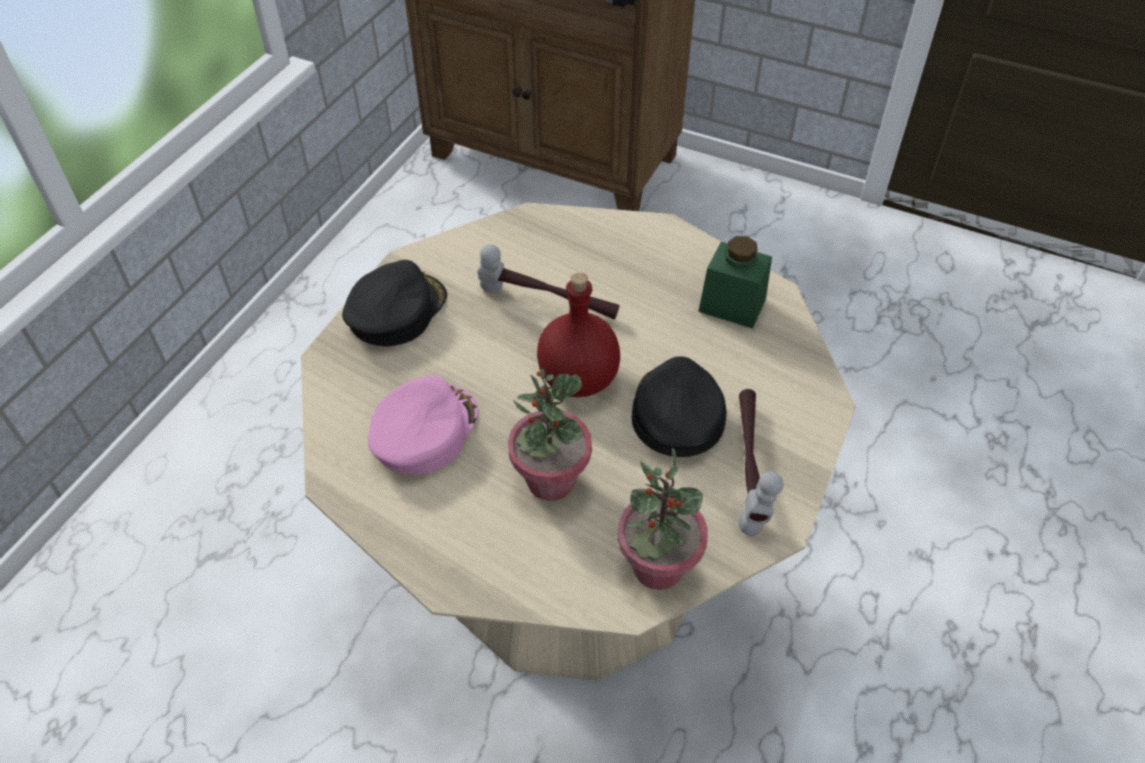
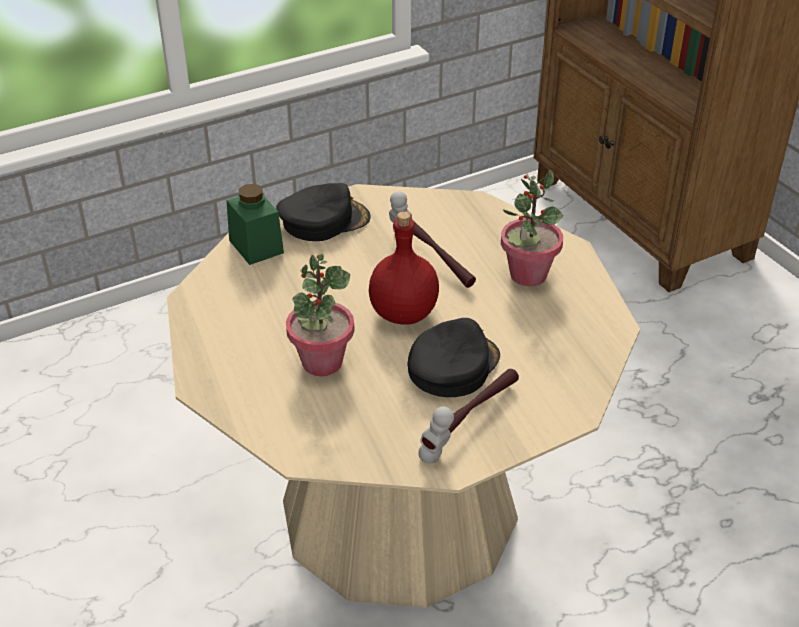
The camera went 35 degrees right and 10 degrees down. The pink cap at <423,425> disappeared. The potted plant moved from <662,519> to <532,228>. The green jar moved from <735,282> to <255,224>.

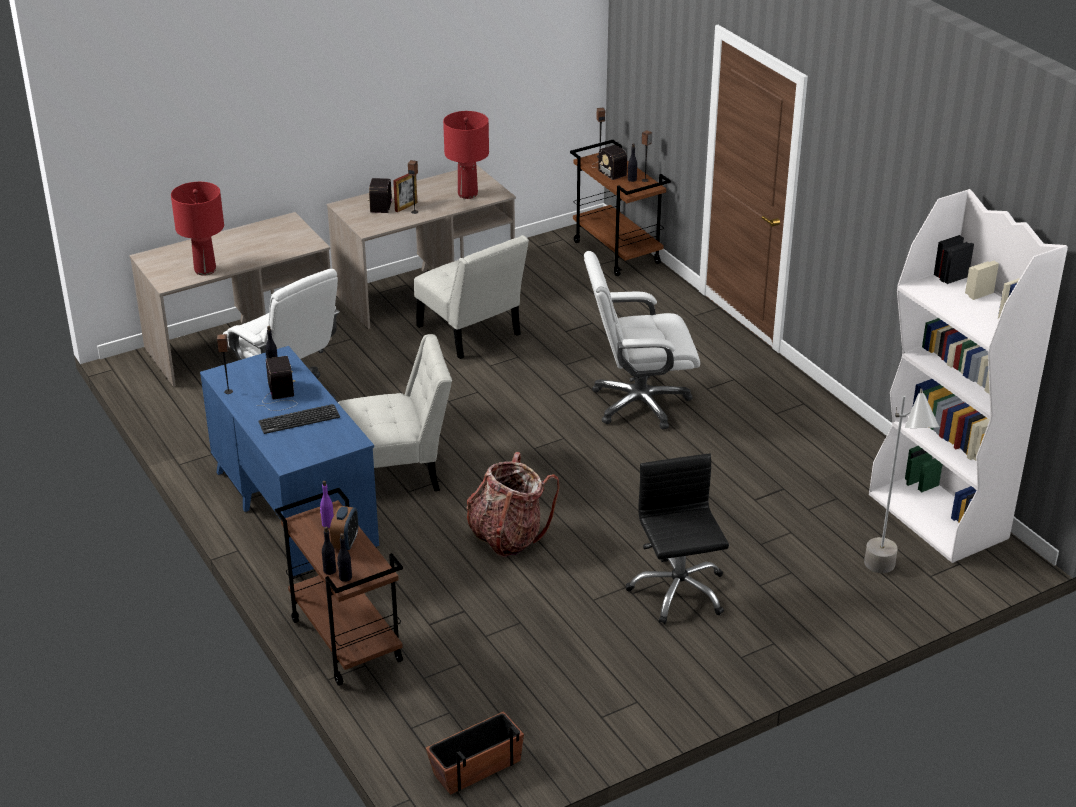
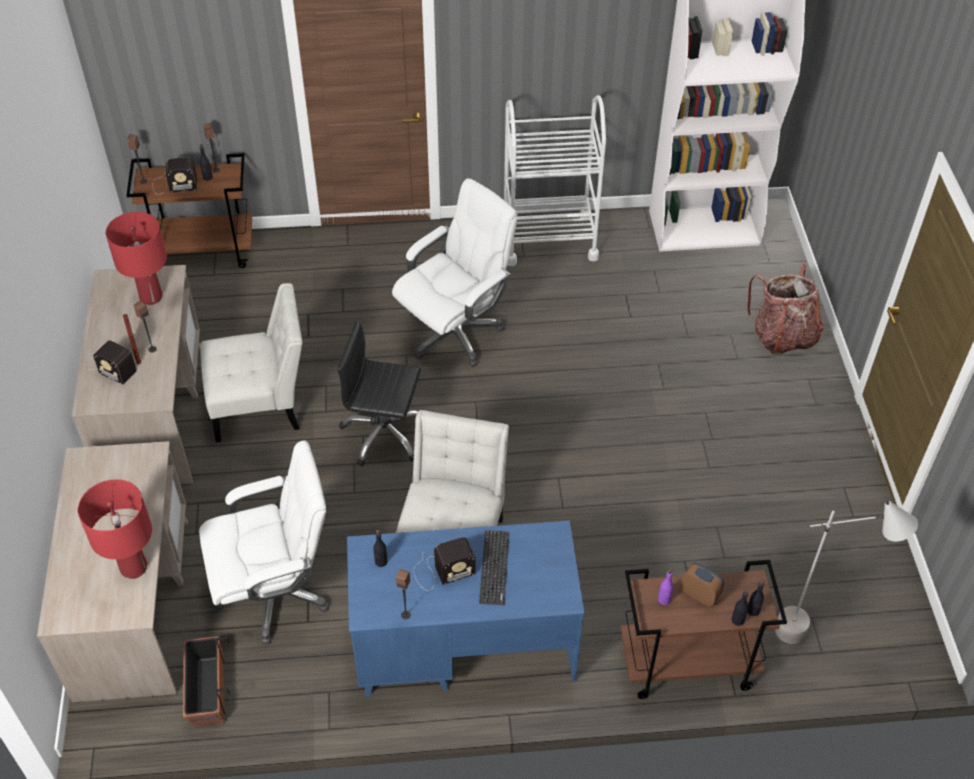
The camera went 65 degrees left and 15 degrees up. The white cart at <555,180> appeared. The planter moved from <475,753> to <206,681>. The backpack moved from <513,504> to <785,310>. The black office chair moved from <677,539> to <379,393>. The grey floor lamp moved from <901,480> to <846,571>. The radio at <276,383> turned 150 degrees clockwise. The white office chair at <642,340> turned 150 degrees counterclockwise.

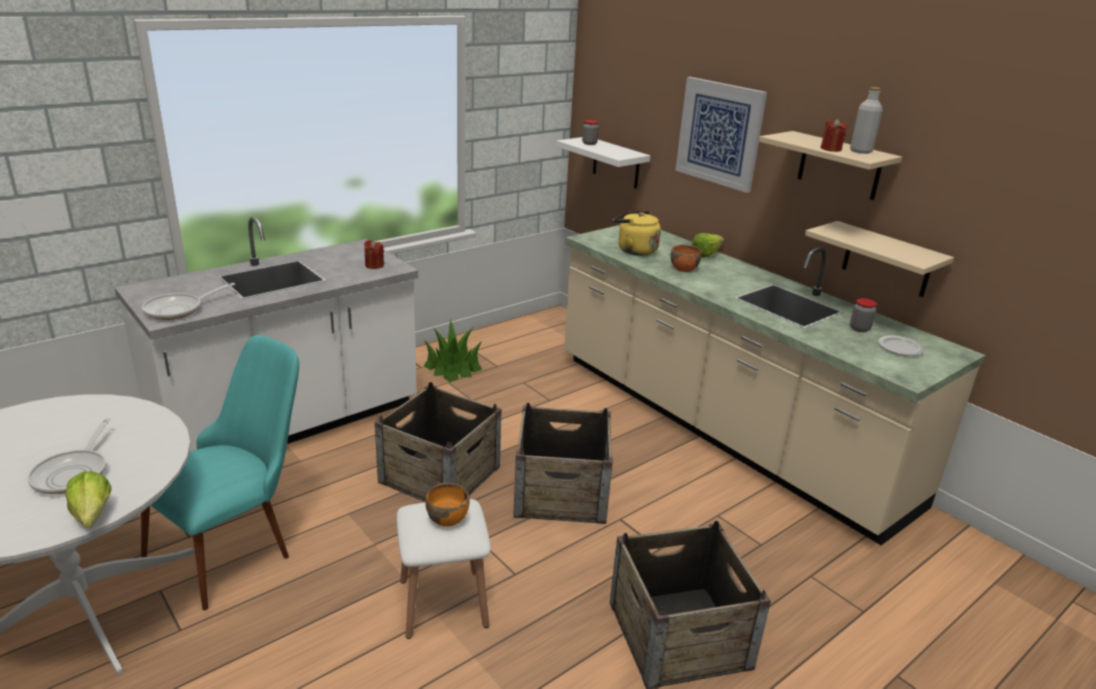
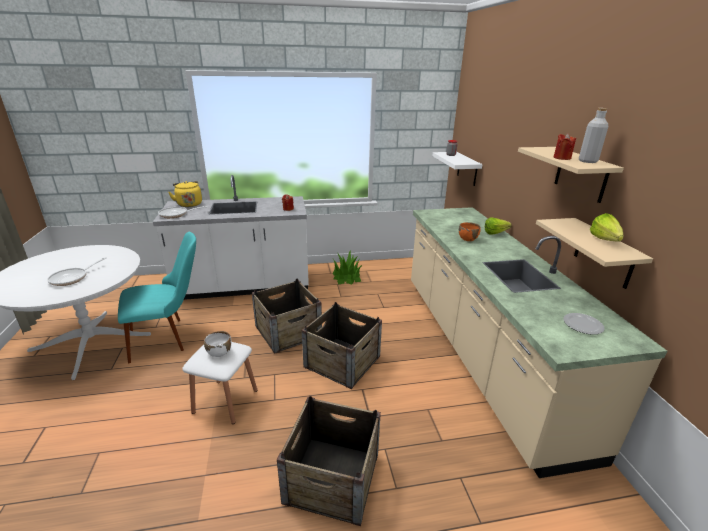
The camera went 30 degrees right and 0 degrees up. The picture at <721,135> disappeared. The jar at <863,315> disappeared. The lettuce moved from <88,499> to <607,227>. The yellow kettle moved from <637,233> to <185,194>. The orange bowl at <448,505> became the white bowl at <217,344>.

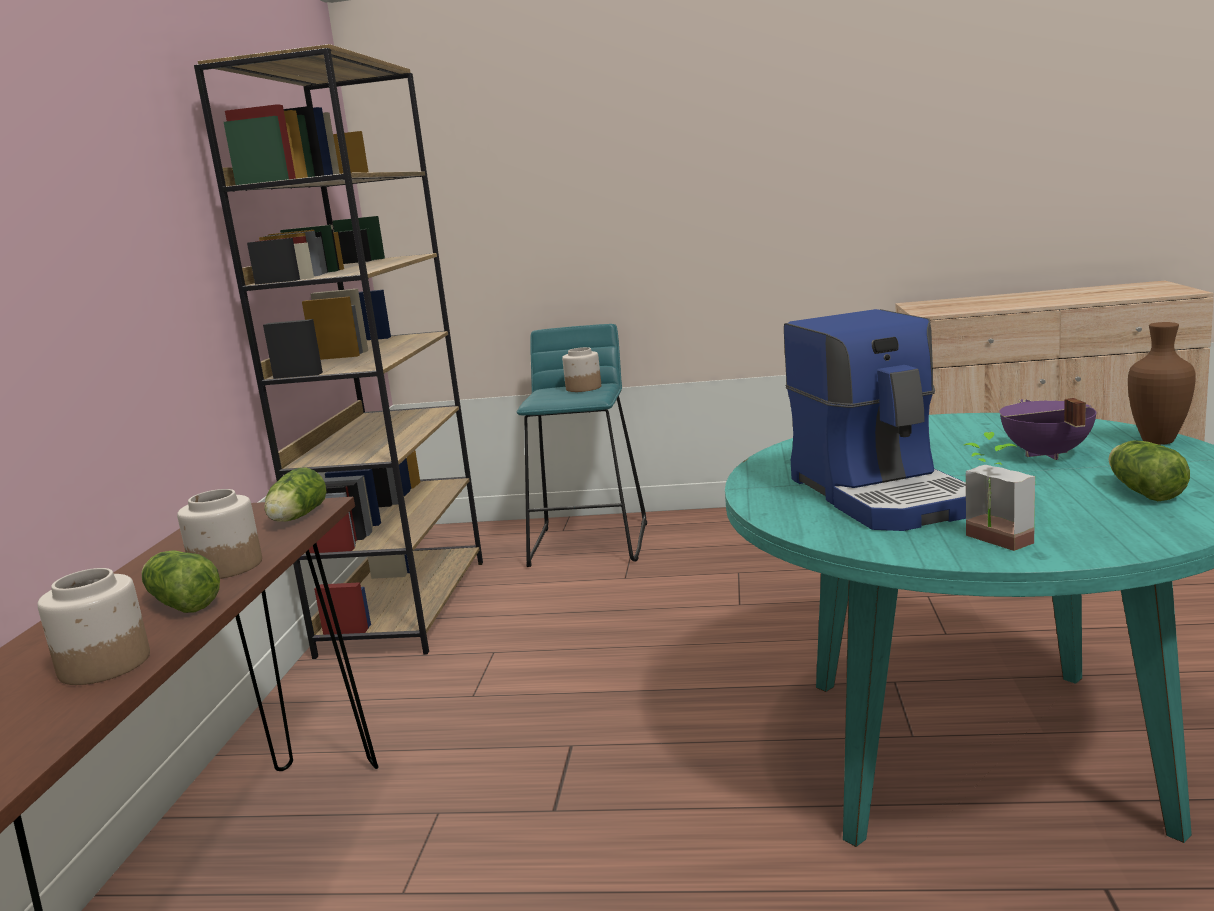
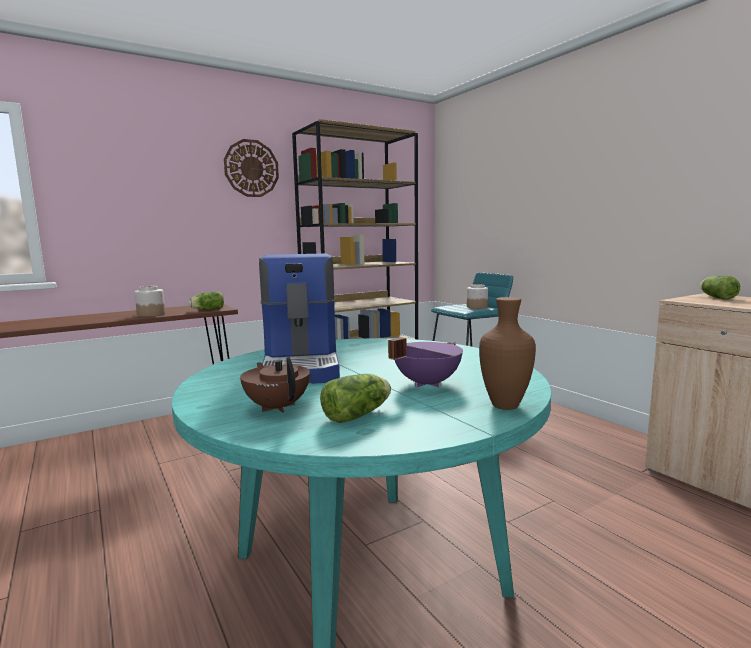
The camera went 50 degrees right and 5 degrees down. The jar at <93,626> disappeared. The potted plant at <999,491> disappeared. The wall clock at <251,168> appeared. The brown teapot at <275,385> appeared. The lettuce moved from <181,581> to <720,287>. The coffee machine at <875,420> turned 45 degrees counterclockwise.

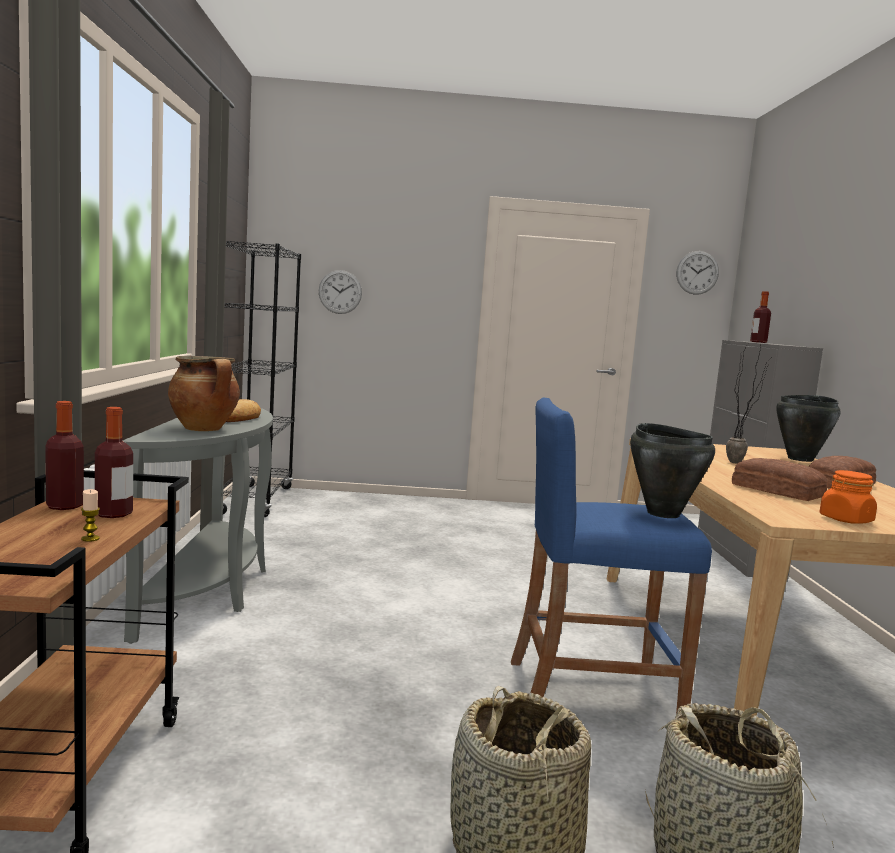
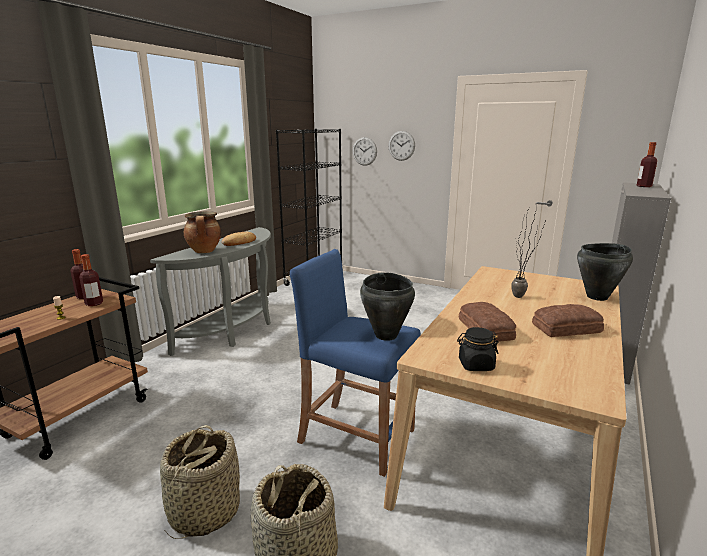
The camera went 30 degrees right and 10 degrees up. The wall clock moved from <697,273> to <402,146>. The orange jar at <848,497> became the black jar at <478,349>.

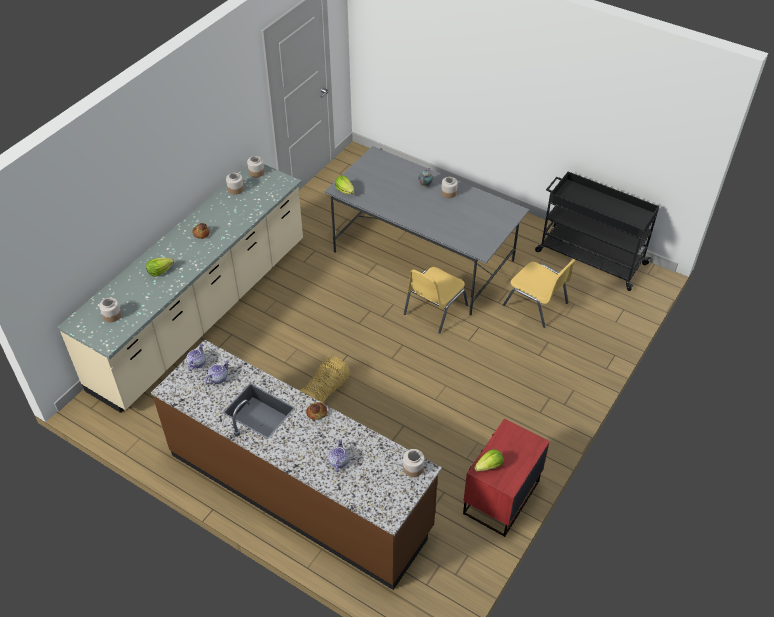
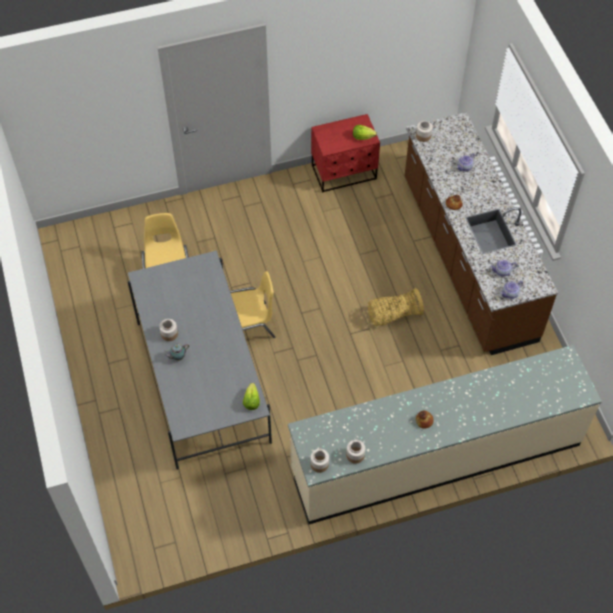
The camera went 140 degrees left and 10 degrees up. The jar at <110,310> disappeared. The lettuce at <160,267> disappeared. The black cart at <597,231> disappeared.

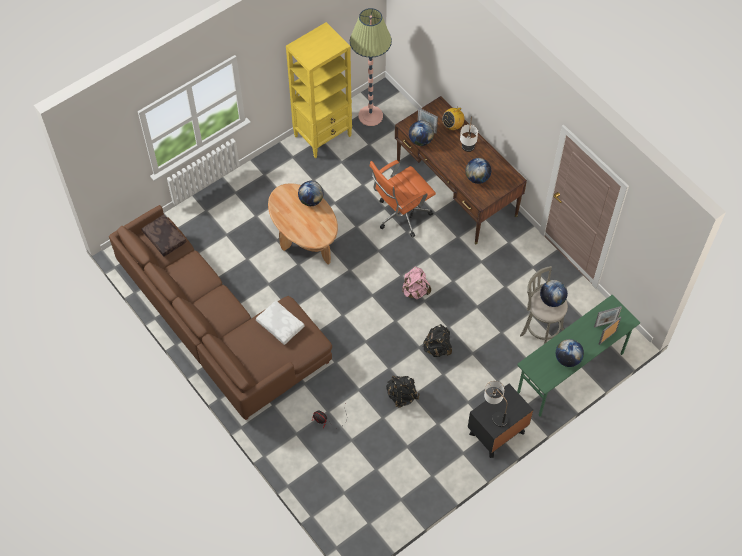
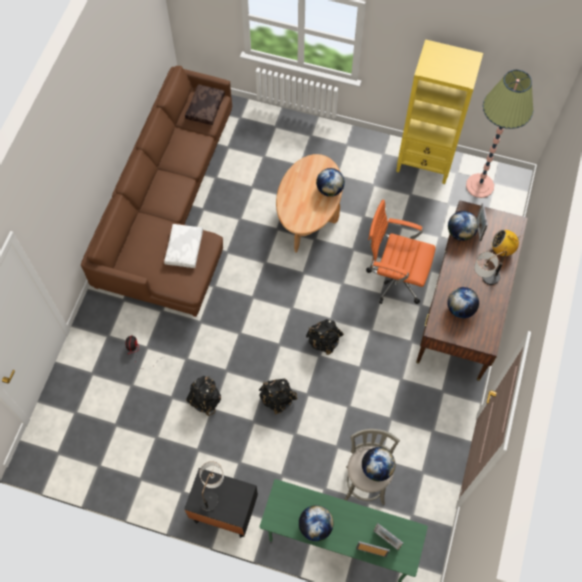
The camera went 55 degrees right and 5 degrees up. The pink backpack at <416,282> became the black backpack at <325,337>.

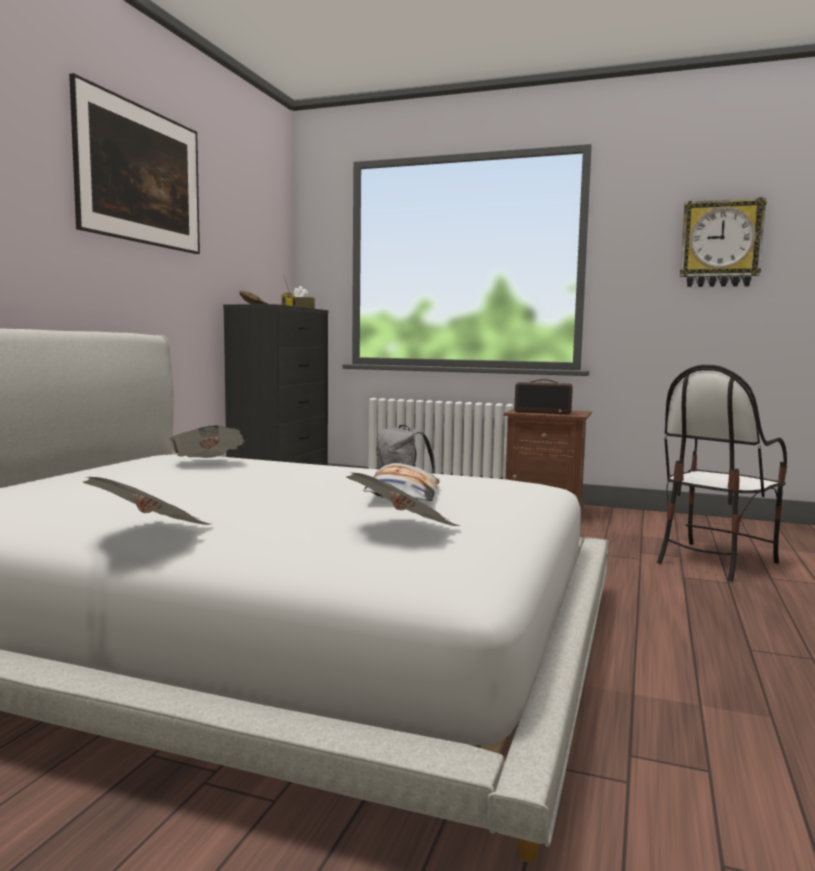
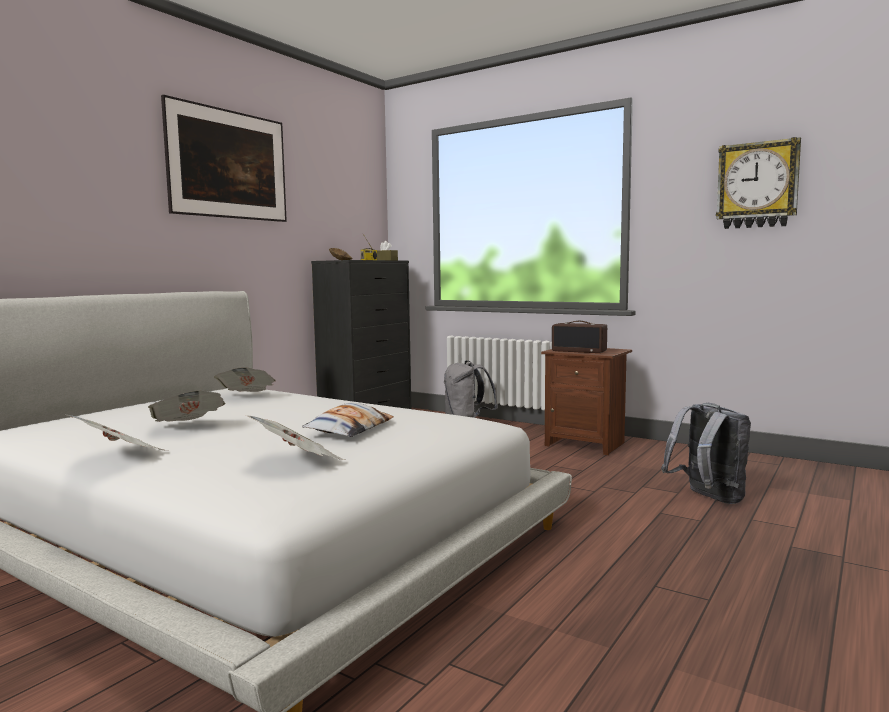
The camera went 15 degrees right and 0 degrees up. The newspaper at <186,406> appeared. The chair at <722,473> was replaced by the grey backpack at <706,453>.

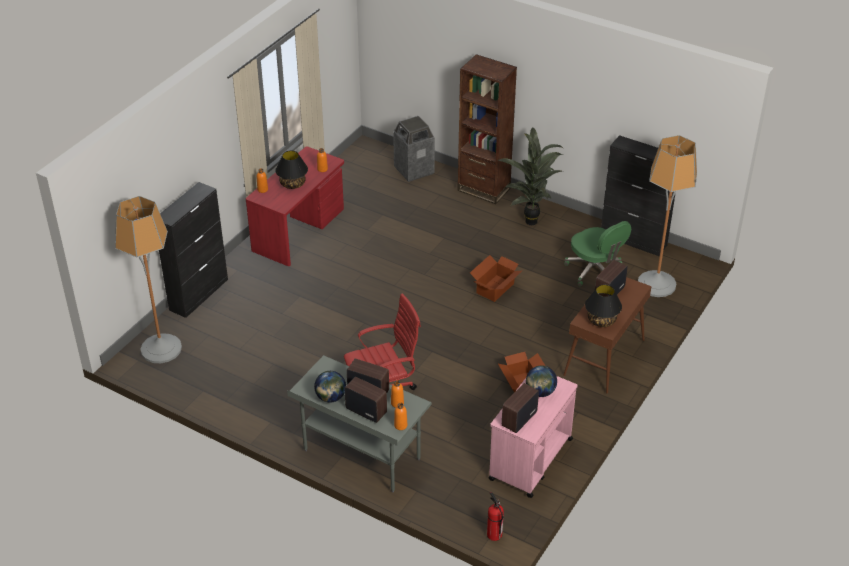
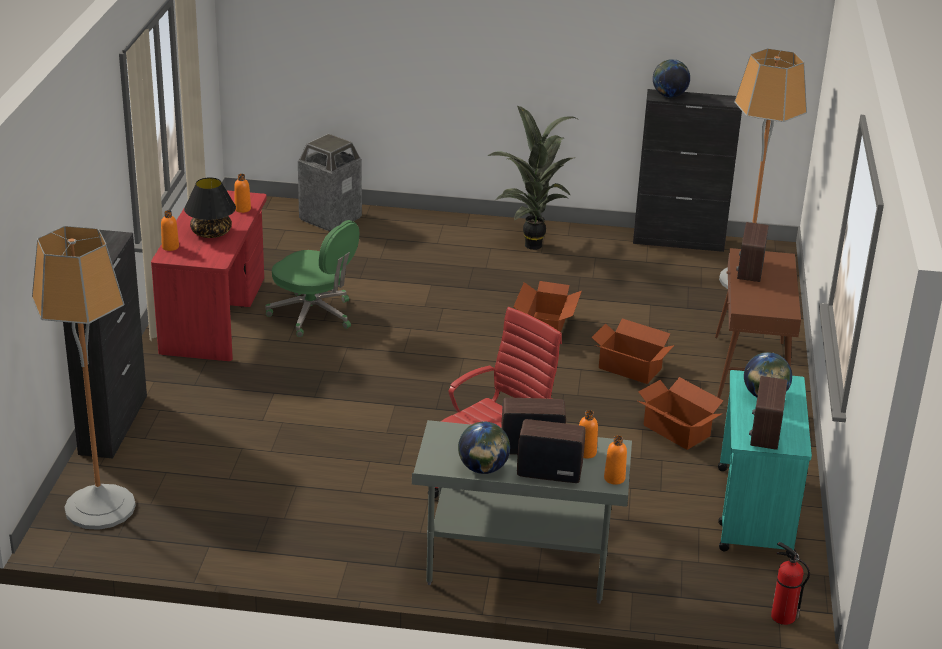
The camera went 25 degrees left and 10 degrees down. The brown bookcase at <487,129> disappeared. The black table lamp at <603,305> disappeared. The cardboard box at <633,351> appeared. The globe at <671,78> appeared. The green office chair moved from <597,253> to <312,278>. The pink cart at <533,437> became the turquoise cart at <765,464>.

